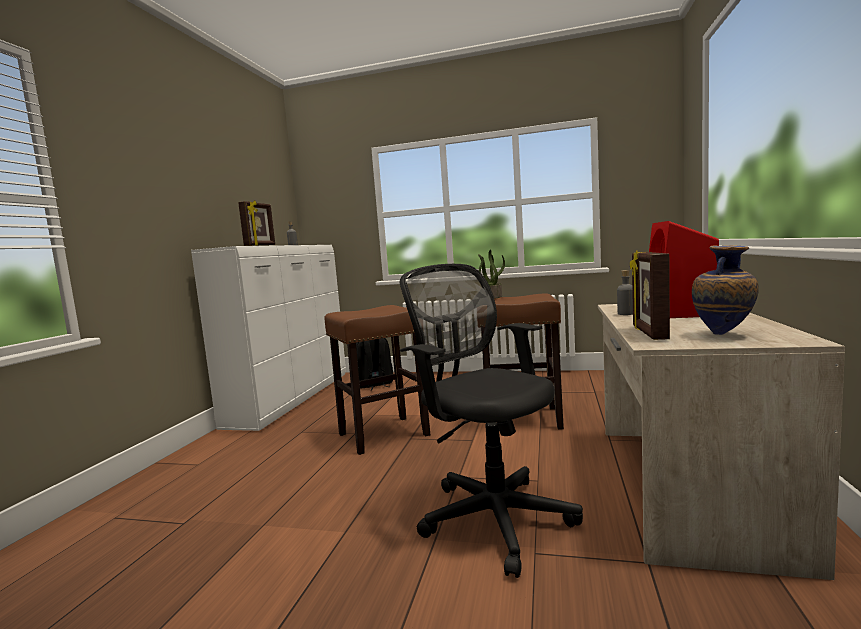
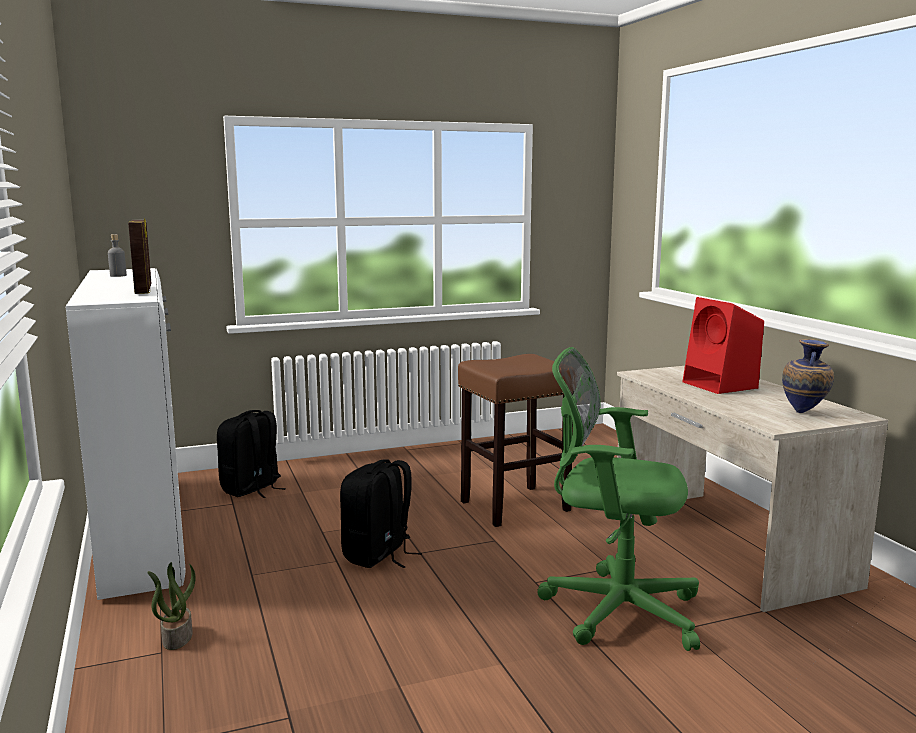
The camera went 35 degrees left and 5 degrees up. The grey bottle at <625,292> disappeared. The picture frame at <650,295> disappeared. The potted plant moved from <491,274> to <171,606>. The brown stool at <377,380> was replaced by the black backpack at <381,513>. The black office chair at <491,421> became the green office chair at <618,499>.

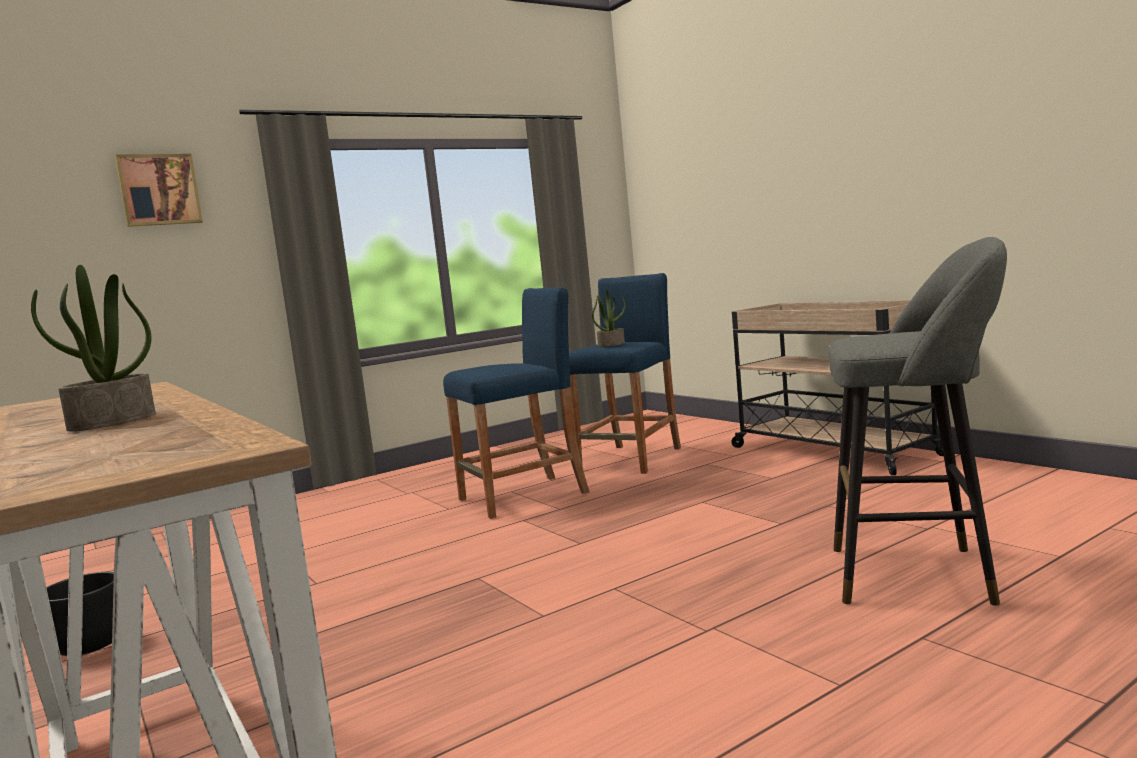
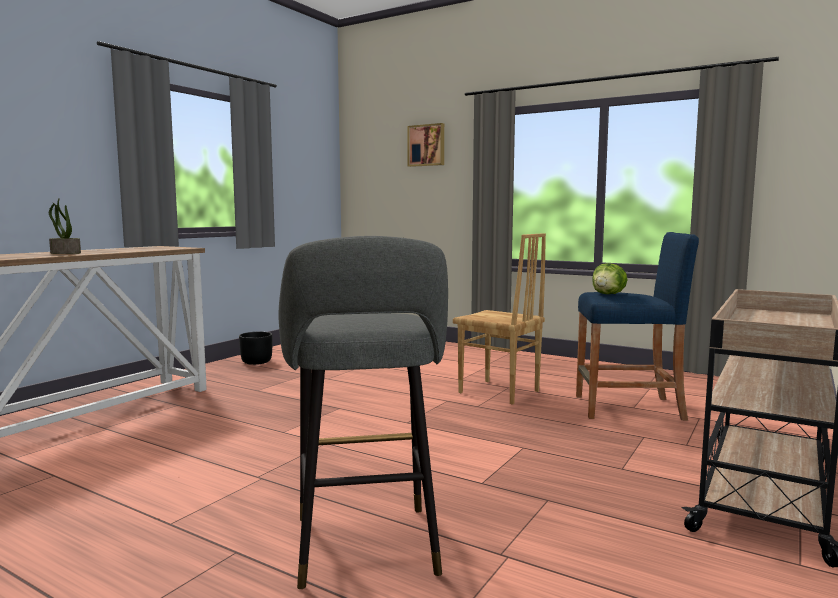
The camera went 65 degrees right and 0 degrees up. The blue stool at <516,403> was replaced by the brown chair at <499,319>. The potted plant at <609,318> was replaced by the lettuce at <609,278>.

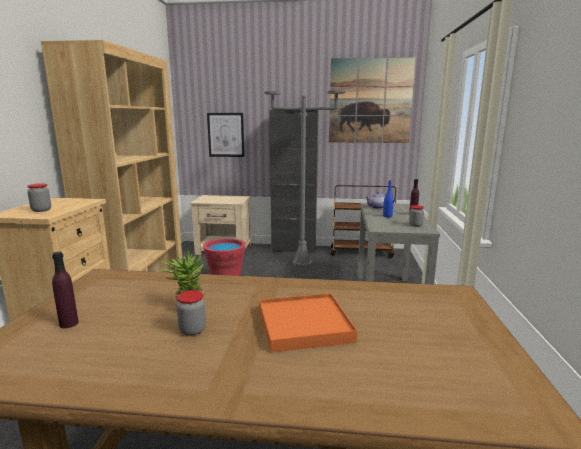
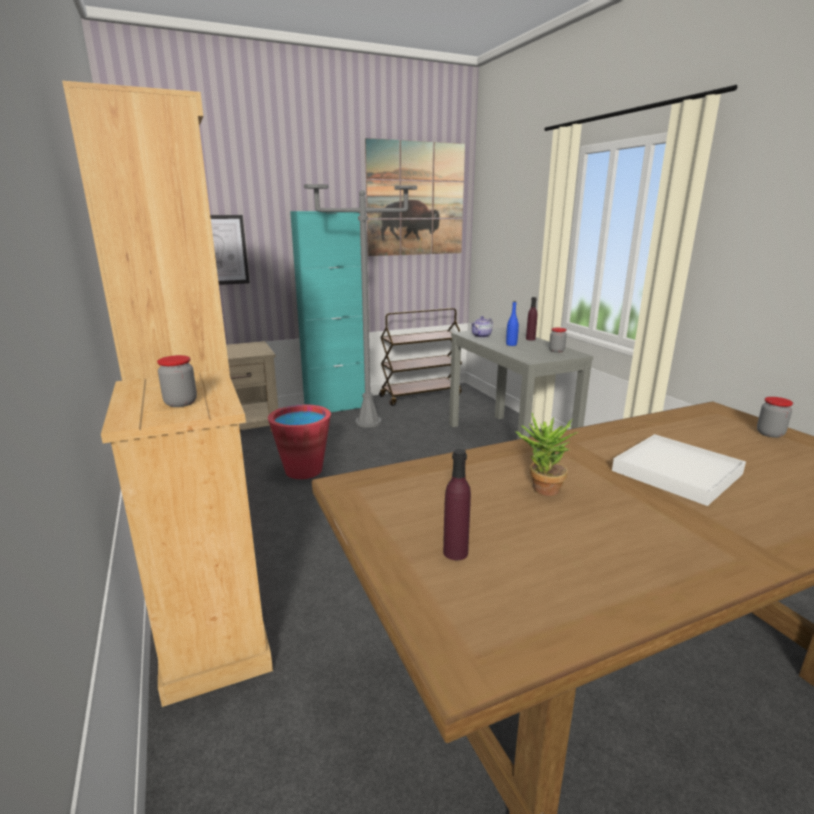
The camera went 30 degrees left and 5 degrees up. The jar moved from <191,313> to <775,417>. The orange tray at <308,323> became the white tray at <679,470>. The black cabinet at <294,181> became the turquoise cabinet at <327,311>.

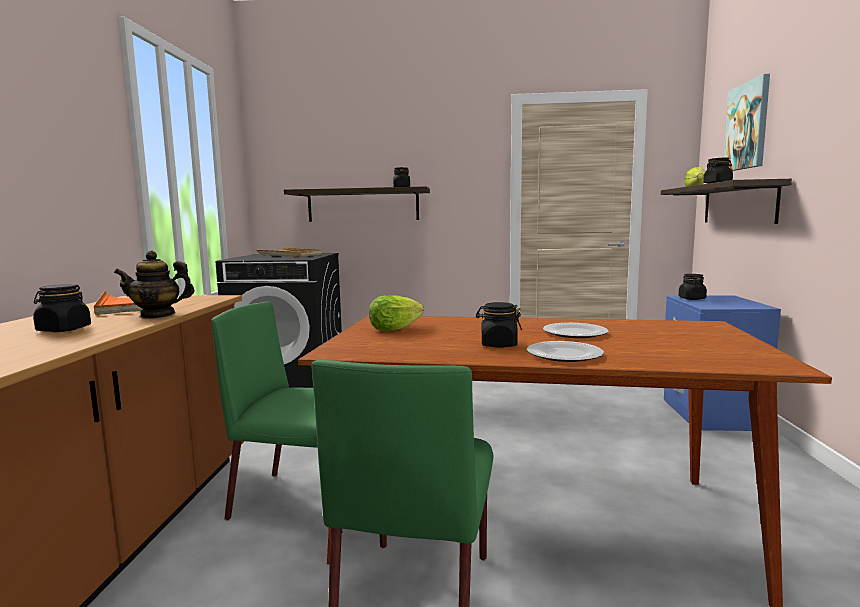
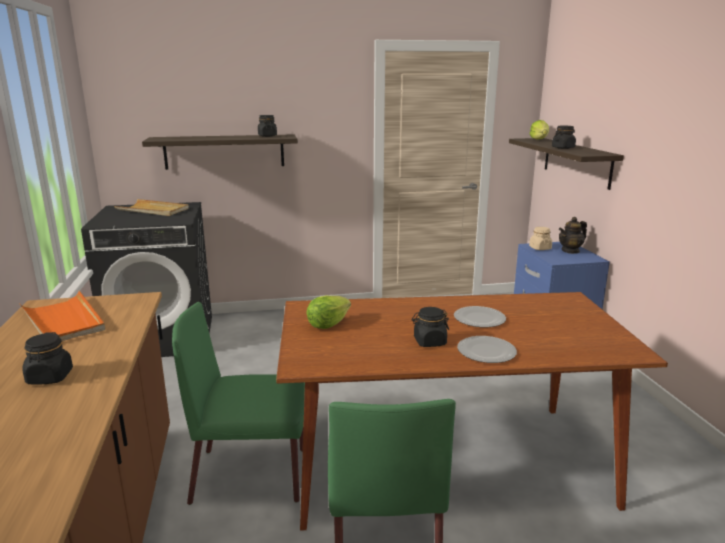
The camera went 15 degrees left and 10 degrees up. The picture at <746,122> disappeared. The teapot moved from <154,285> to <573,235>. The black jar at <692,287> became the beige jar at <540,238>.

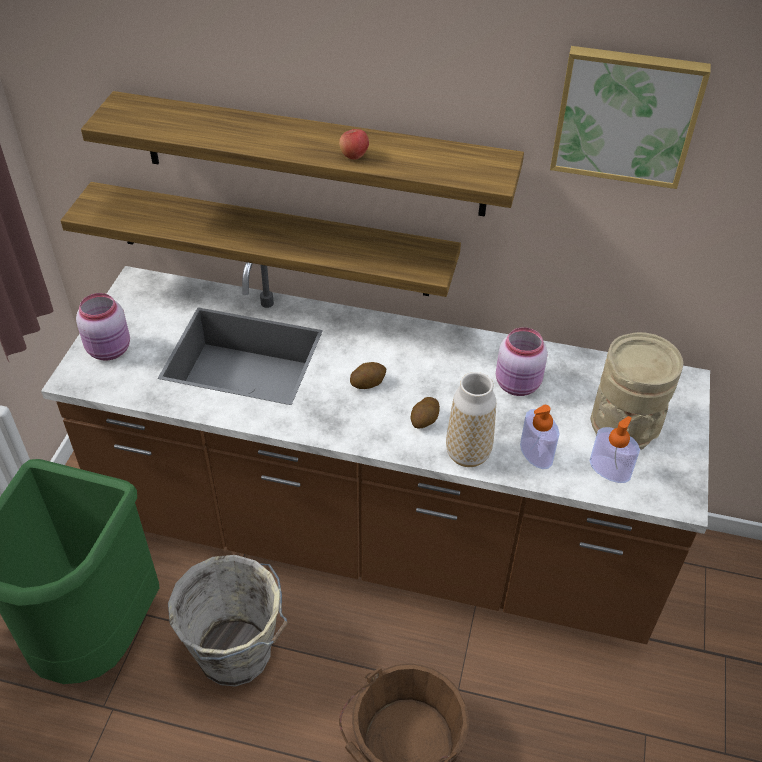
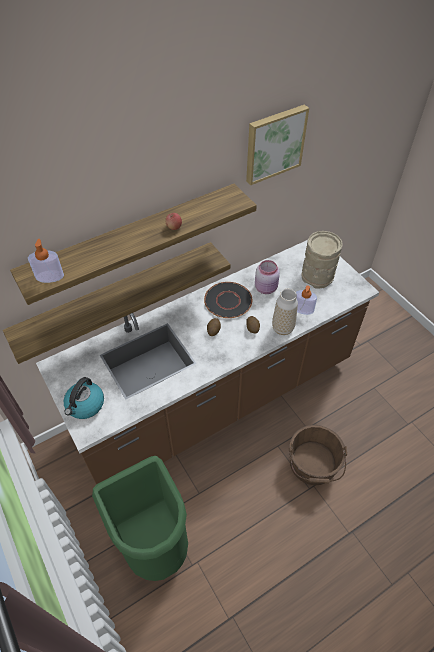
The camera went 45 degrees left and 5 degrees up. The grey bucket at <228,621> disappeared. The black plate at <228,300> appeared. The soap dispenser moved from <614,449> to <46,261>. The pink jar at <103,327> was replaced by the kettle at <84,398>.

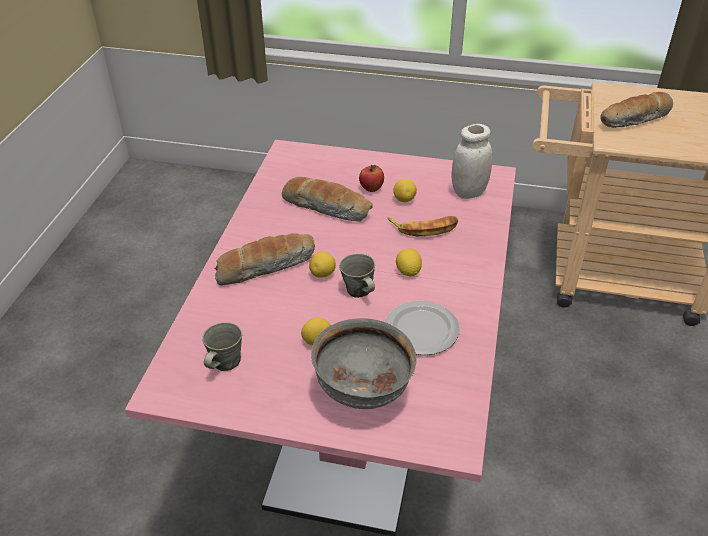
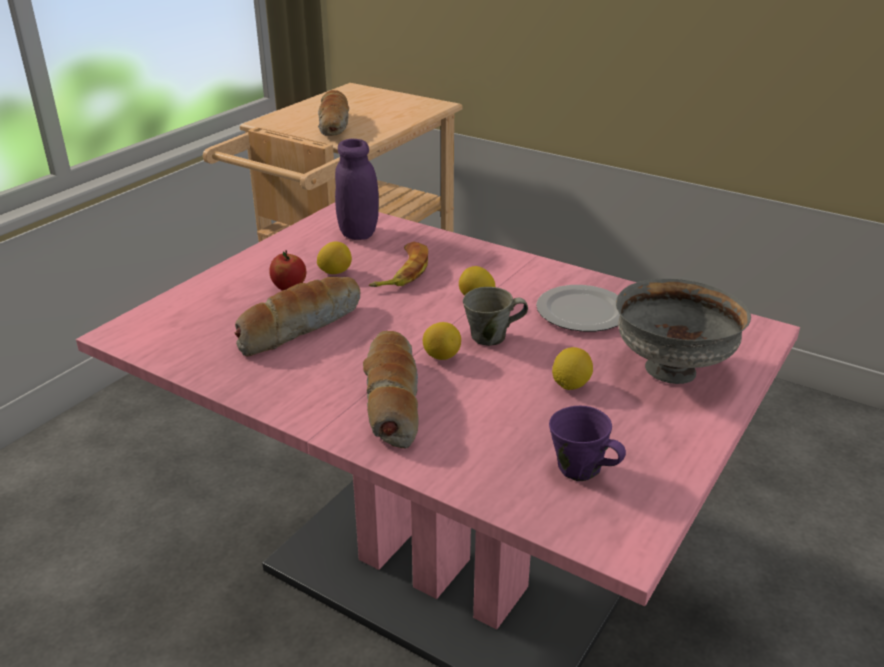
The camera went 70 degrees left and 10 degrees down. The grey mug at <222,346> became the purple mug at <587,443>. The white jar at <471,161> became the purple jar at <357,189>.

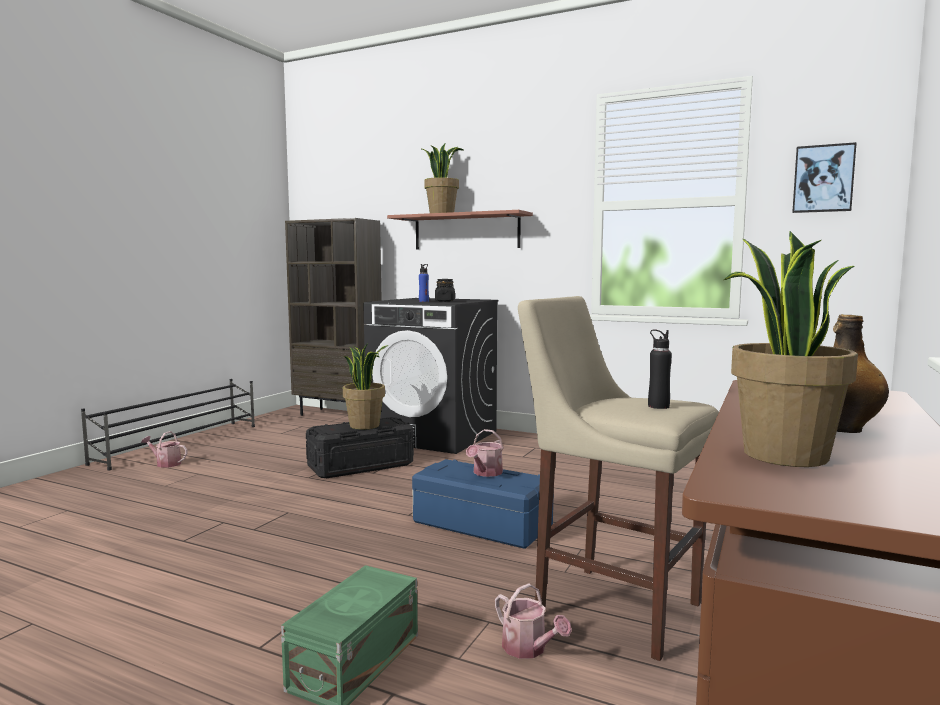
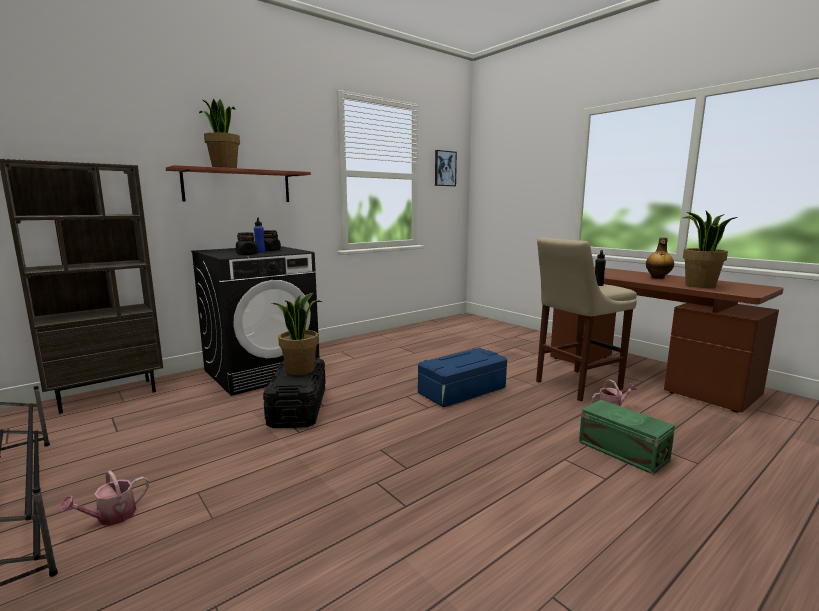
The camera went 65 degrees left and 5 degrees up. The watering can at <485,453> disappeared. The black jar at <247,243> appeared.

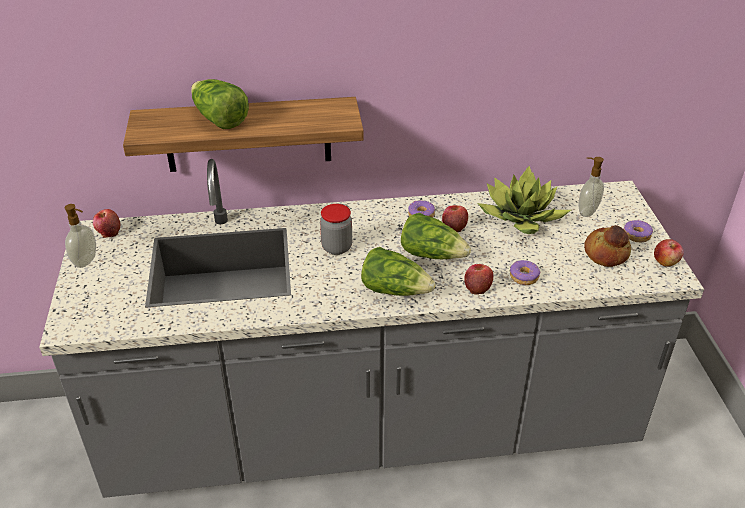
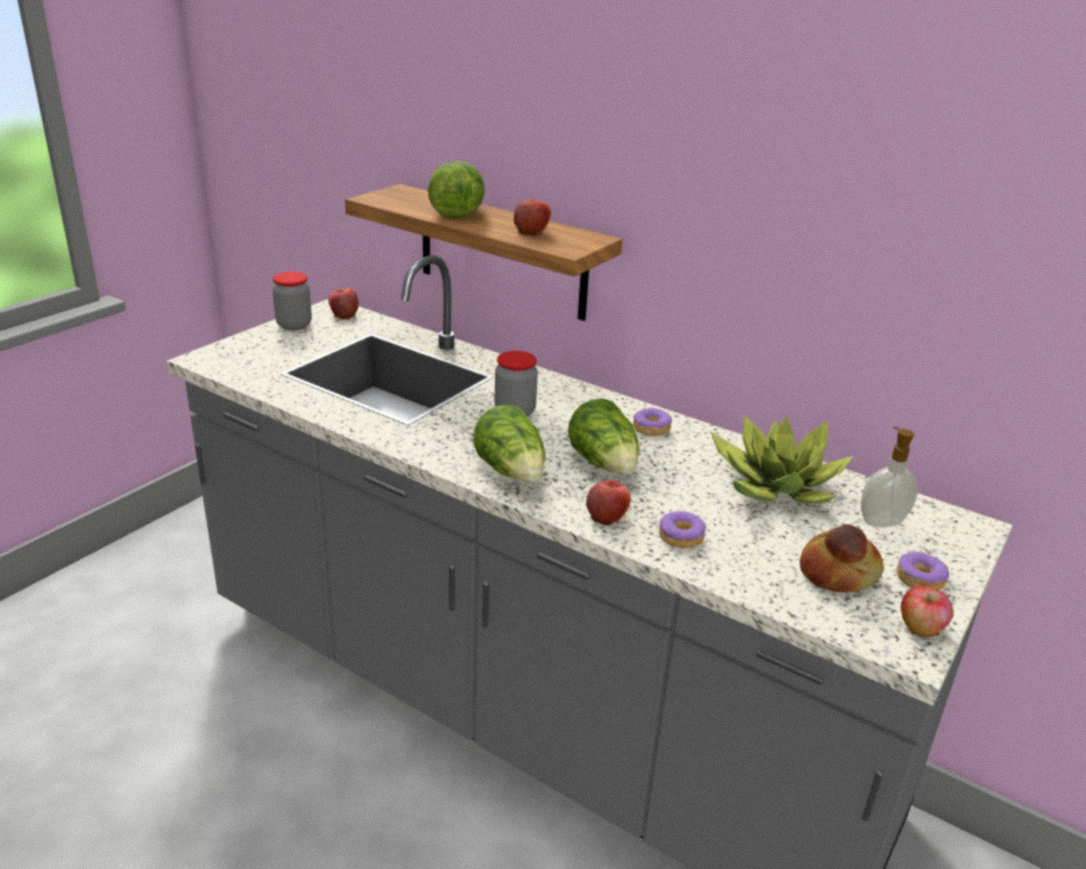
The camera went 40 degrees right and 10 degrees down. The apple moved from <455,218> to <532,217>. The soap dispenser at <80,236> was replaced by the jar at <292,301>.

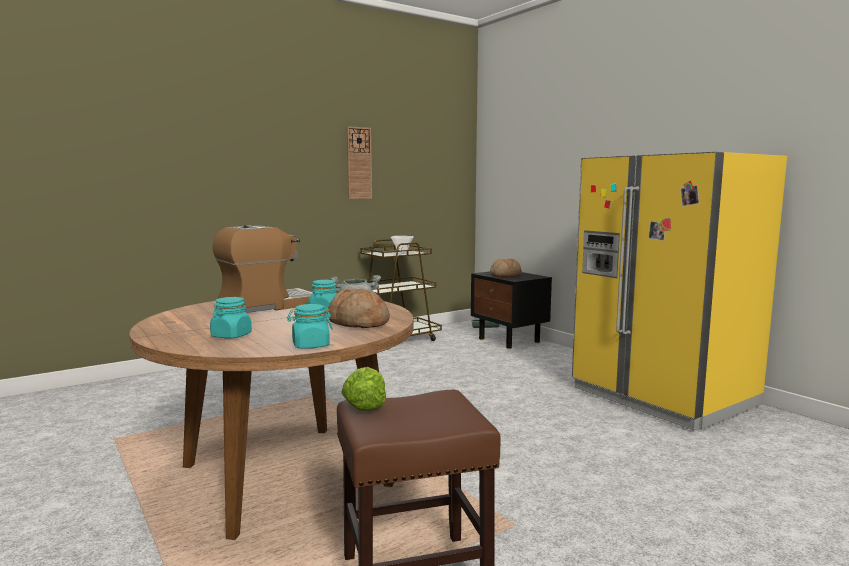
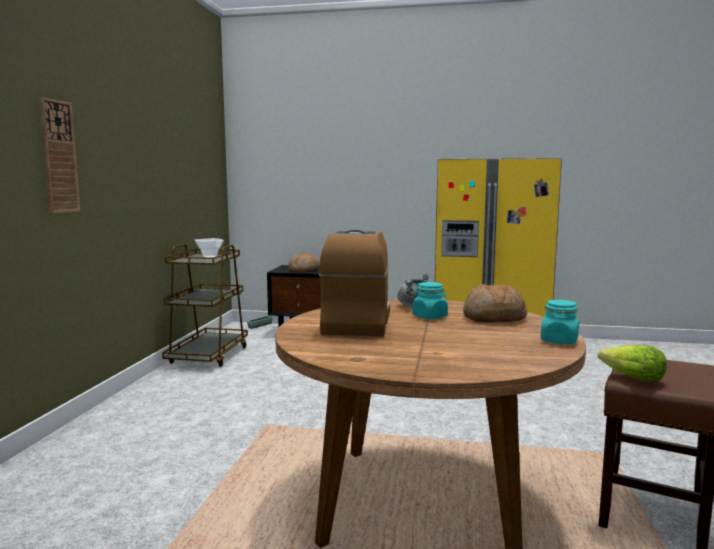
The camera went 45 degrees left and 0 degrees up. The turquoise jar at <231,318> disappeared. The wall clock moved from <359,162> to <59,155>.

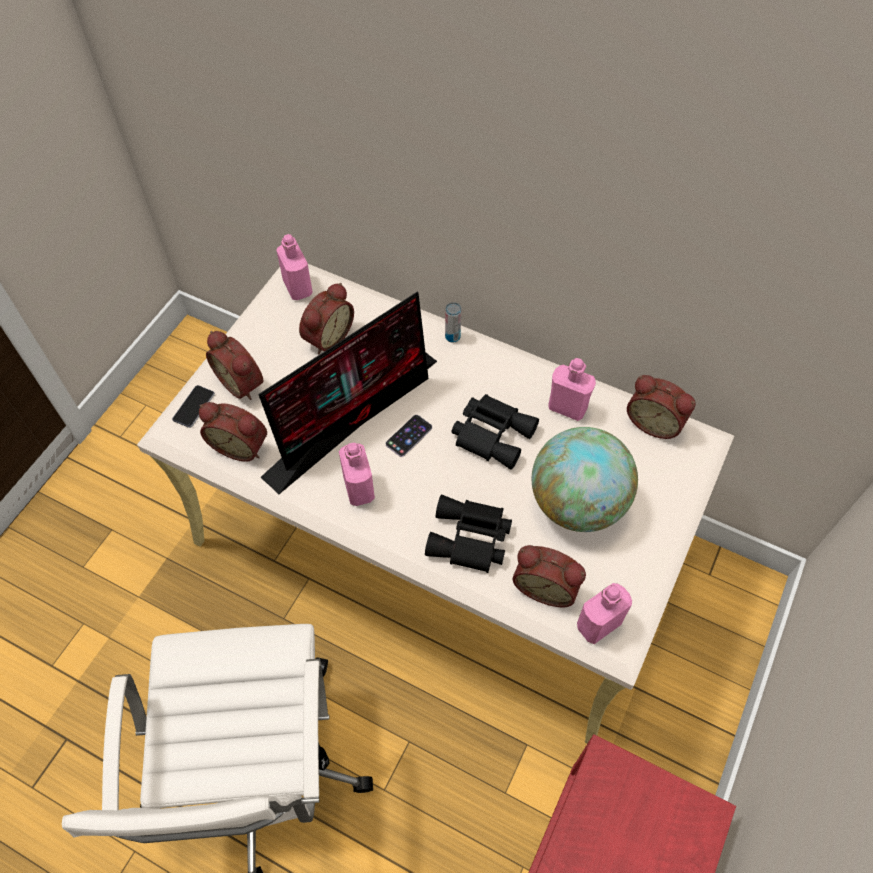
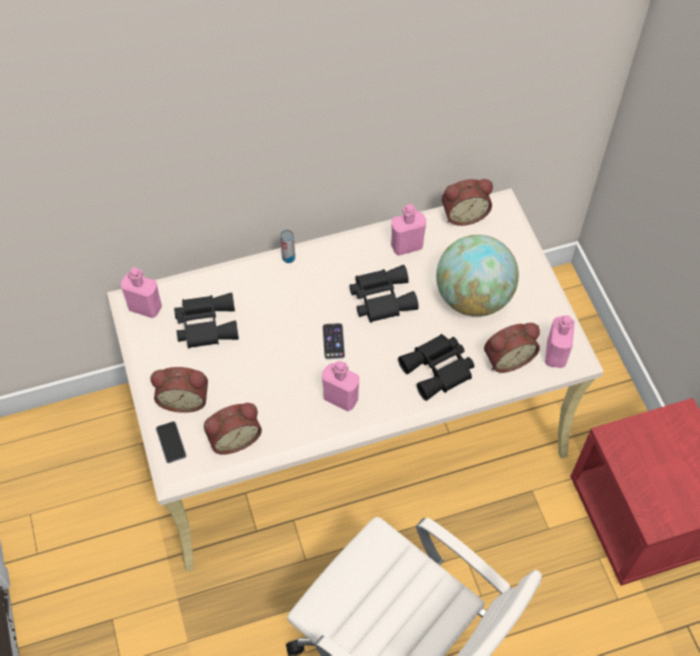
The camera went 45 degrees left and 0 degrees up. The monitor at <347,392> disappeared. The alarm clock at <326,318> was replaced by the black binoculars at <206,321>.

